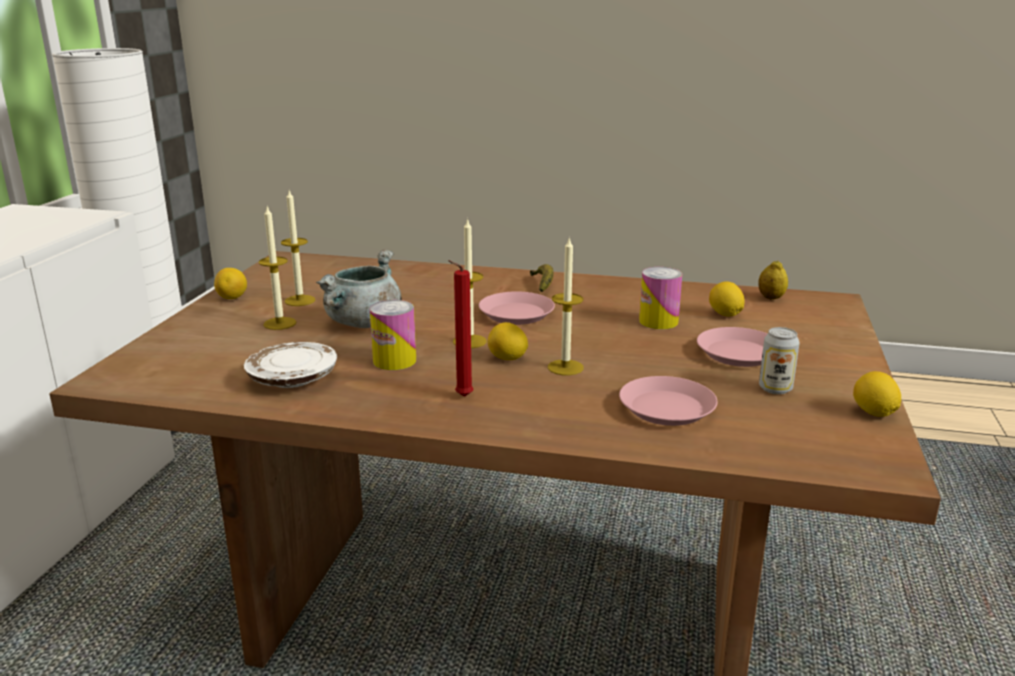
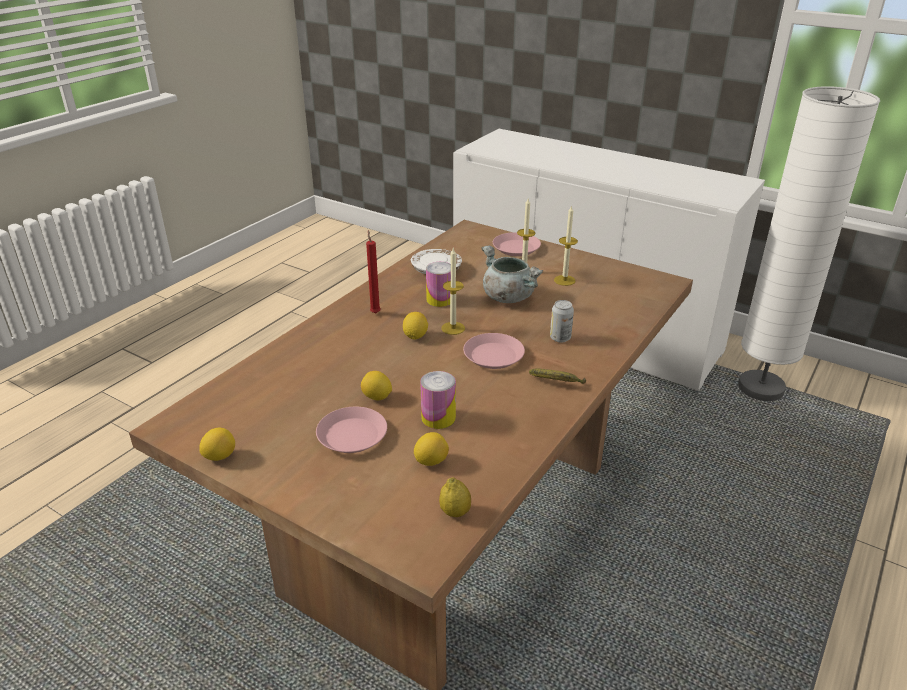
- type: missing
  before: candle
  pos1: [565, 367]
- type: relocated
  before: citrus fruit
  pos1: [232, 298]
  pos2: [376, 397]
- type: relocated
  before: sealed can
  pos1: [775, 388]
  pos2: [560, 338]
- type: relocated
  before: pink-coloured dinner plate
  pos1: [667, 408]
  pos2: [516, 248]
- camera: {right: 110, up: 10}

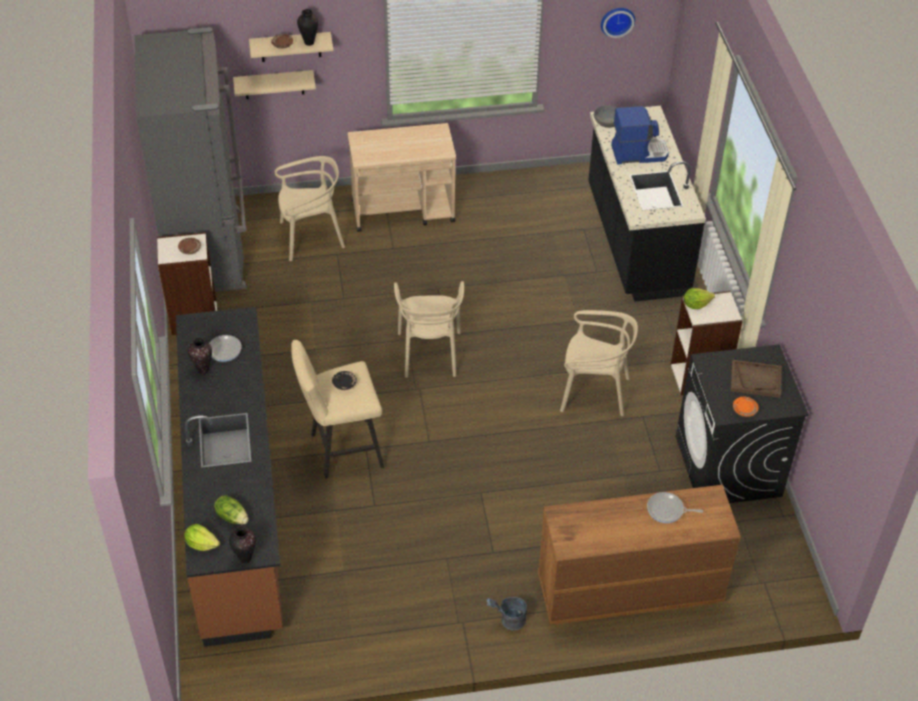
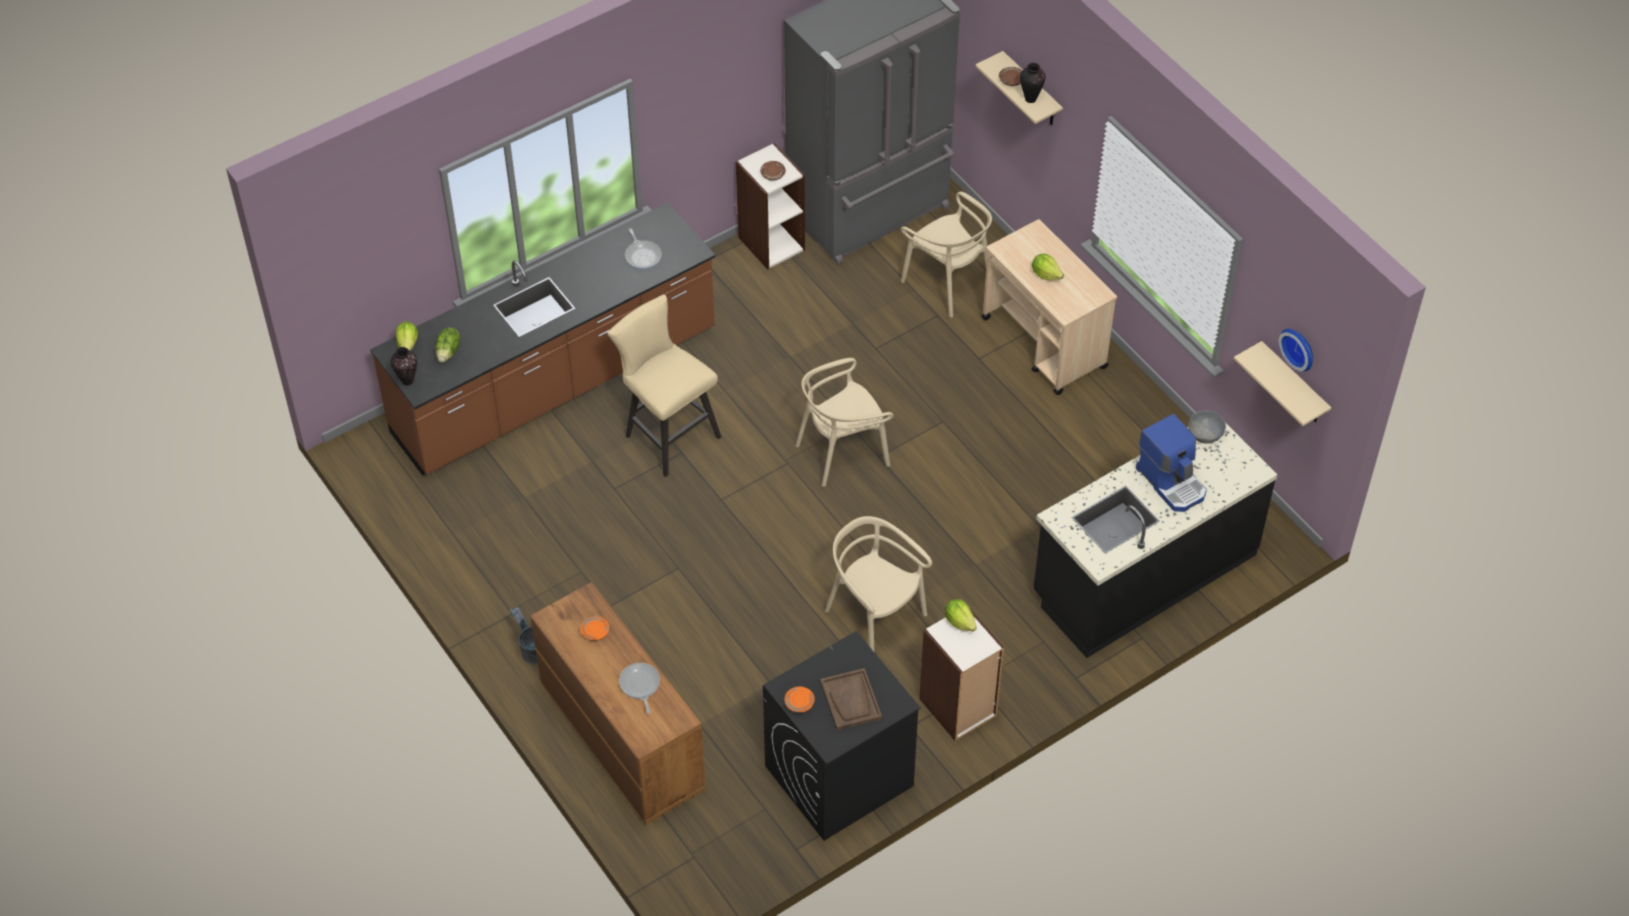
- type: relocated
  before: beige bracket shelf
  pos1: [274, 84]
  pos2: [1293, 385]
- type: spun
  before: beige chair
  pos1: [593, 392]
  pos2: [874, 616]
  turn: 150
- type: missing
  before: vase
  pos1: [203, 370]
- type: missing
  before: blackish dinner plate
  pos1: [344, 383]
- type: appeared
  after: lettuce head
  pos2: [1046, 274]
- type: appeared
  after: orange dinner plate
  pos2: [595, 632]
- camera: {right: 65, up: 5}

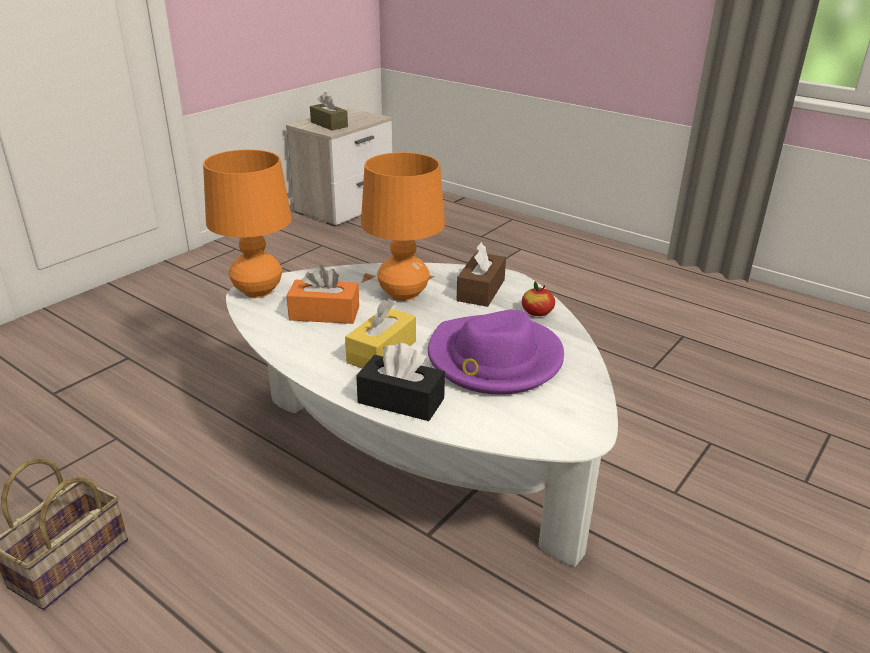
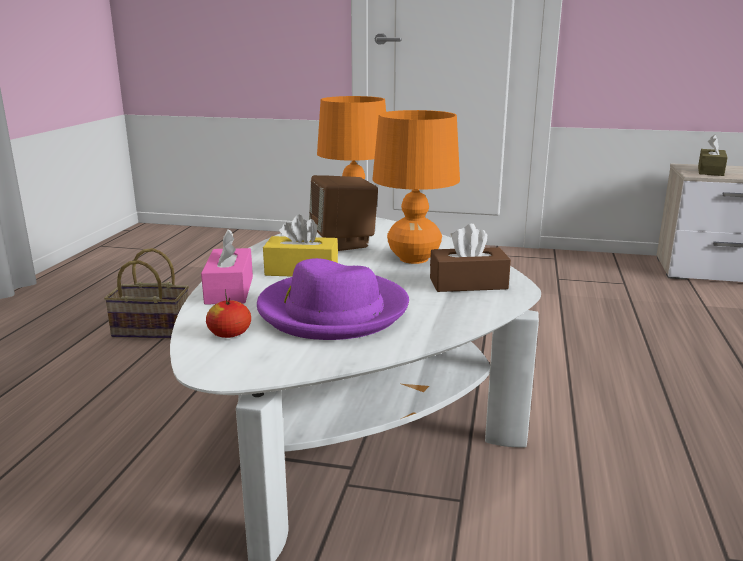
- type: exchanged
  before: orange tissue box
  after: brown-coloured audio speaker
  pos1: [324, 313]
  pos2: [343, 243]
- type: relocated
  before: apple fruit
  pos1: [537, 312]
  pos2: [229, 334]
- type: colour
  before: blackish tissue box
  after: pink-coloured tissue box
  pos1: [401, 401]
  pos2: [229, 290]
- camera: {right: 65, up: -10}

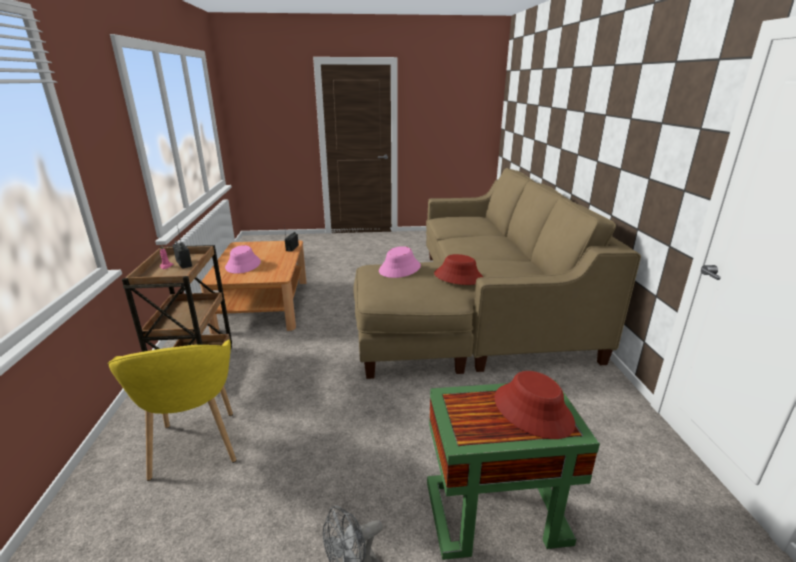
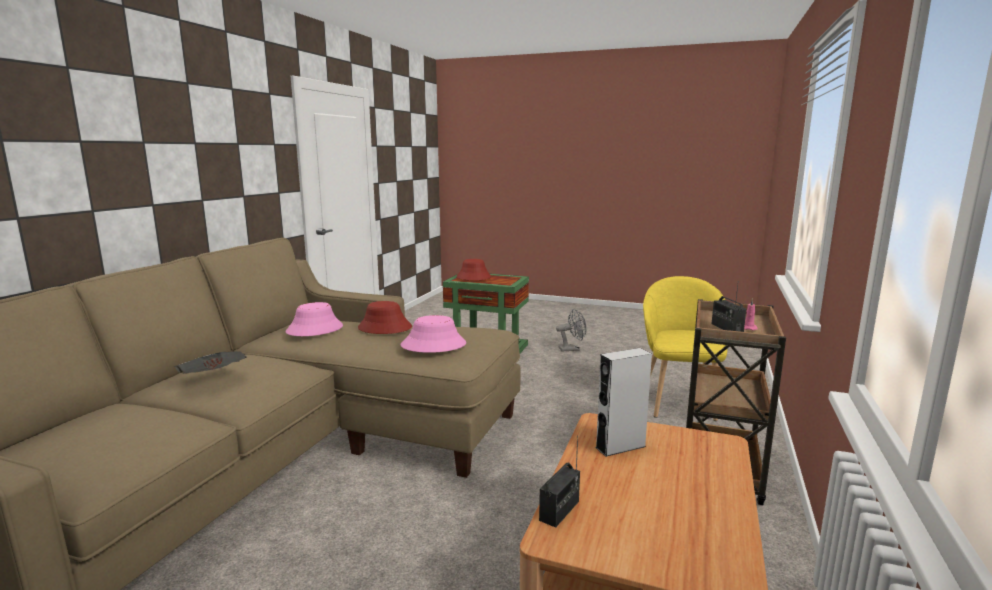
- type: relocated
  before: pink-coloured hat
  pos1: [243, 265]
  pos2: [314, 329]
- type: appeared
  after: greyish audio speaker
  pos2: [620, 447]
- type: appeared
  after: daily paper
  pos2: [213, 380]
- camera: {right: -155, up: -10}

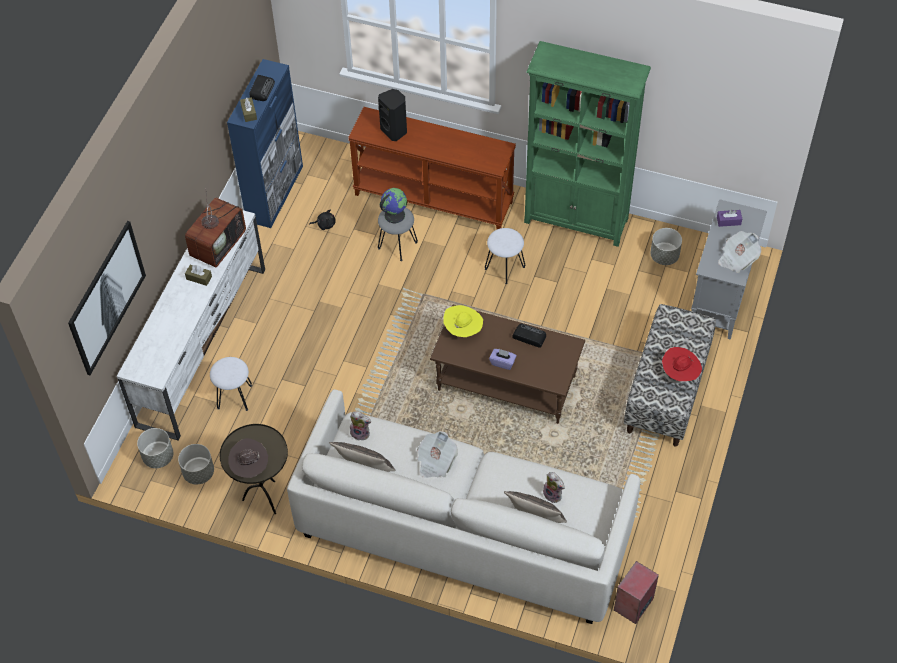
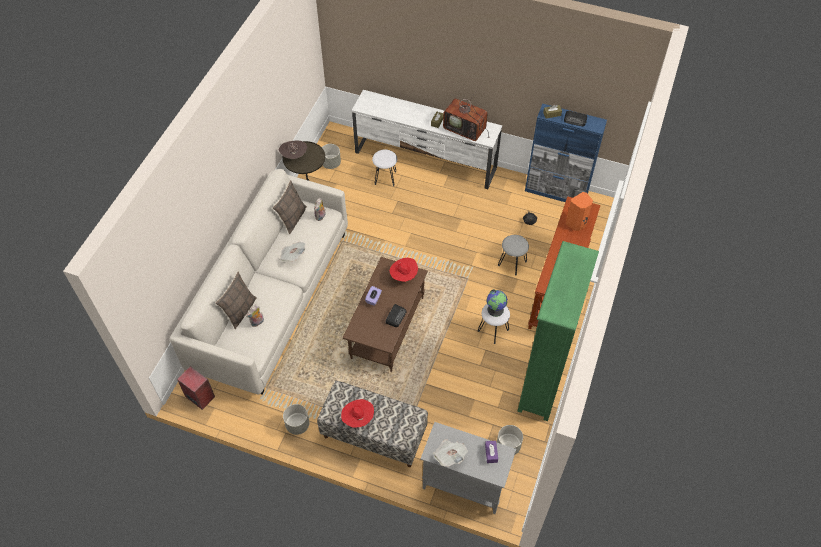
- type: colour
  before: blackish audio speaker
  after: orange audio speaker
  pos1: [395, 131]
  pos2: [576, 224]
- type: relocated
  before: world globe
  pos1: [394, 215]
  pos2: [495, 309]
- type: missing
  before: wall picture
  pos1: [107, 297]
- type: colour
  before: yellowish hat
  after: reddish hat
  pos1: [463, 330]
  pos2: [404, 276]
- type: relocated
  before: greyish plant pot
  pos1: [158, 457]
  pos2: [297, 425]
- camera: {right: 90, up: 0}

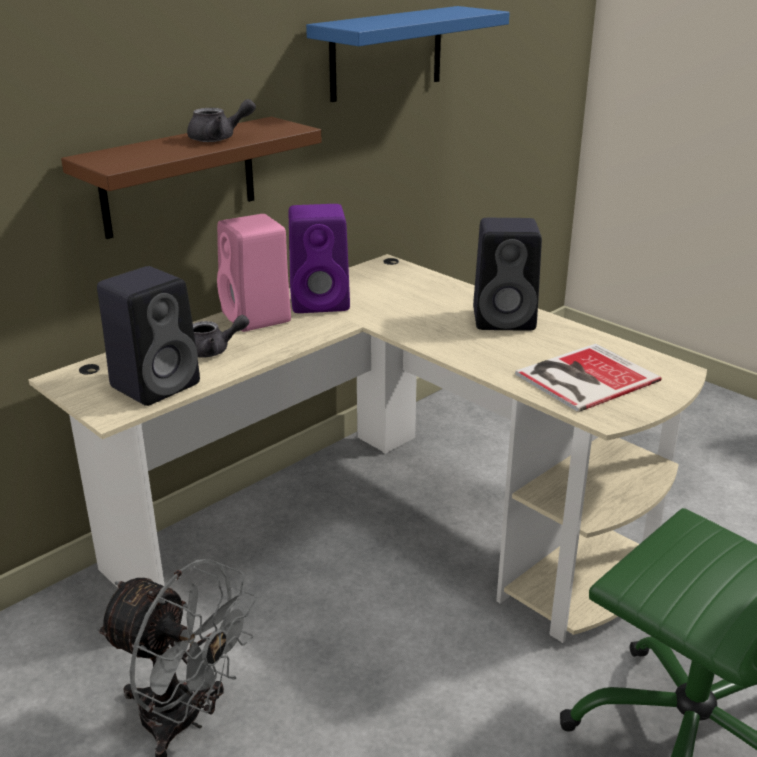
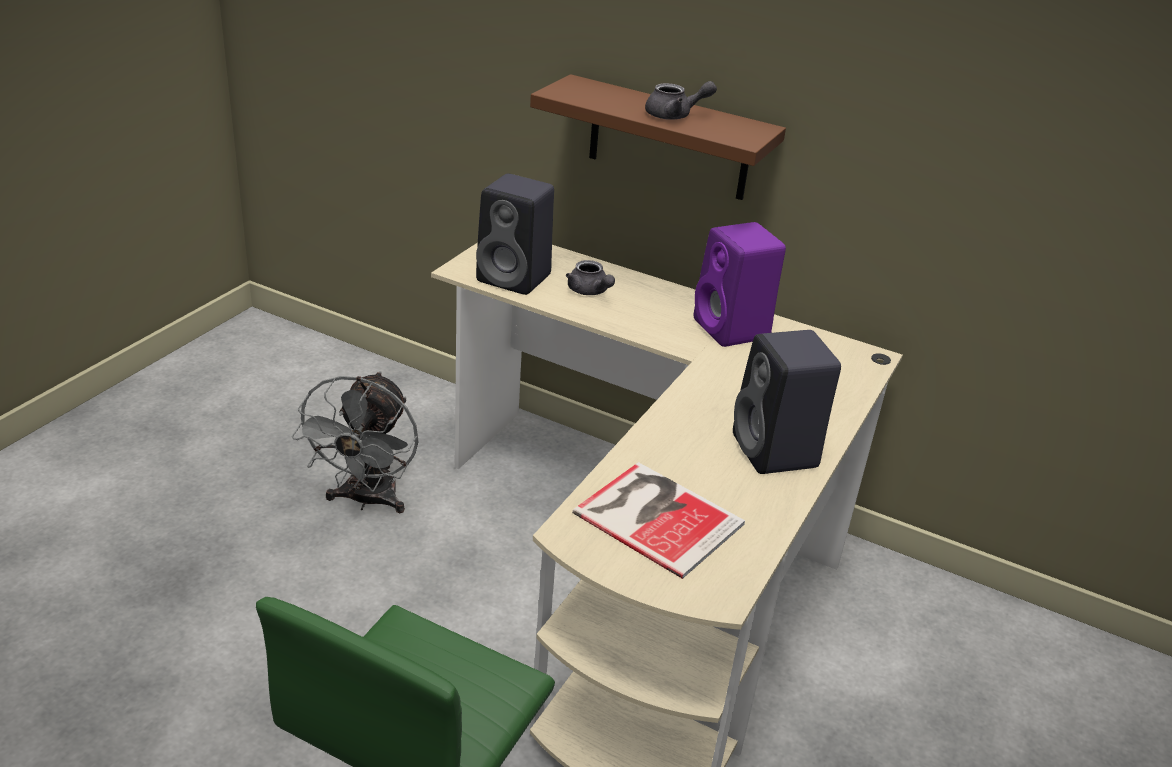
- type: missing
  before: bluish bracket shelf
  pos1: [386, 53]
- type: spun
  before: greyish pot for tea
  pos1: [219, 138]
  pos2: [674, 115]
  turn: -60
- type: missing
  before: pink-coloured audio speaker
  pos1: [257, 318]
- camera: {right: 70, up: 5}

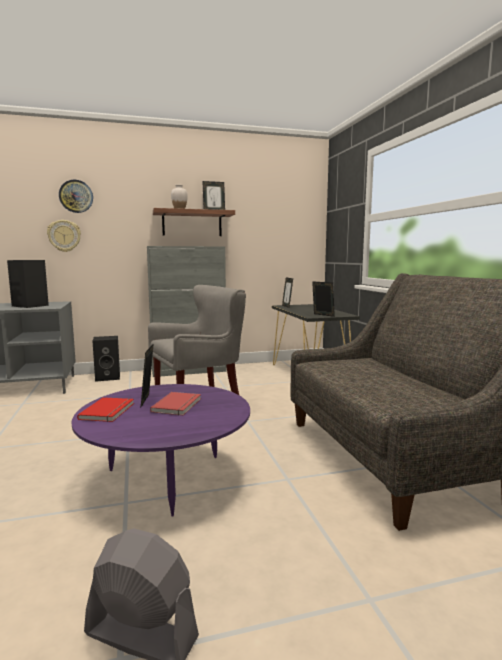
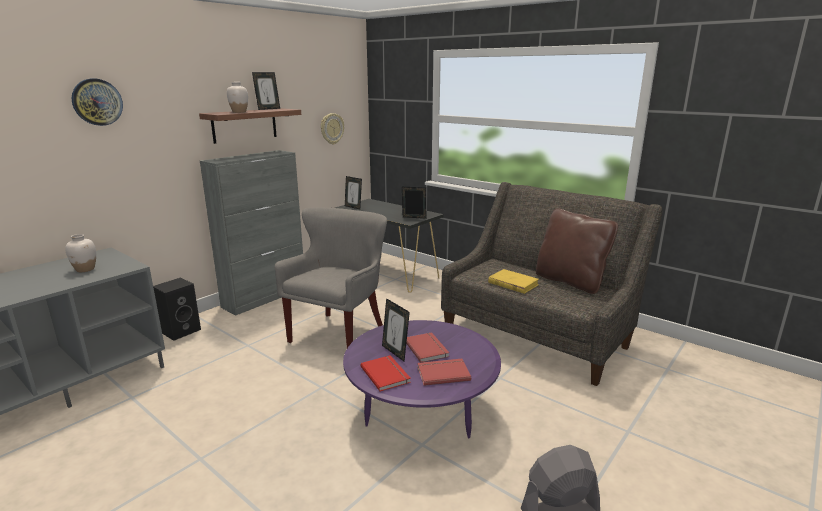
- type: relocated
  before: clock on the wall
  pos1: [64, 236]
  pos2: [331, 128]
- type: exchanged
  before: blackish audio speaker
  after: whitish vase
  pos1: [30, 306]
  pos2: [85, 269]
- type: appeared
  after: brown-coloured pillow
  pos2: [570, 281]
- type: appeared
  after: yellowish book
  pos2: [513, 284]
- type: appeared
  after: reddish book
  pos2: [442, 373]
- camera: {right: -35, up: 10}

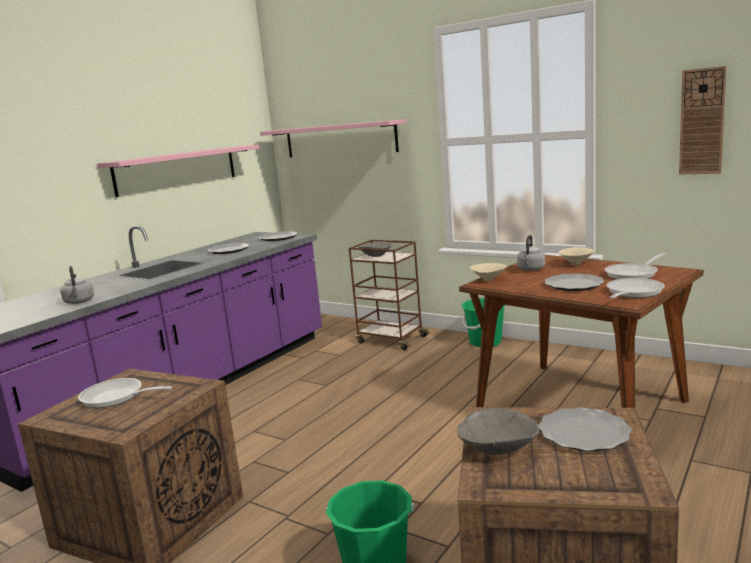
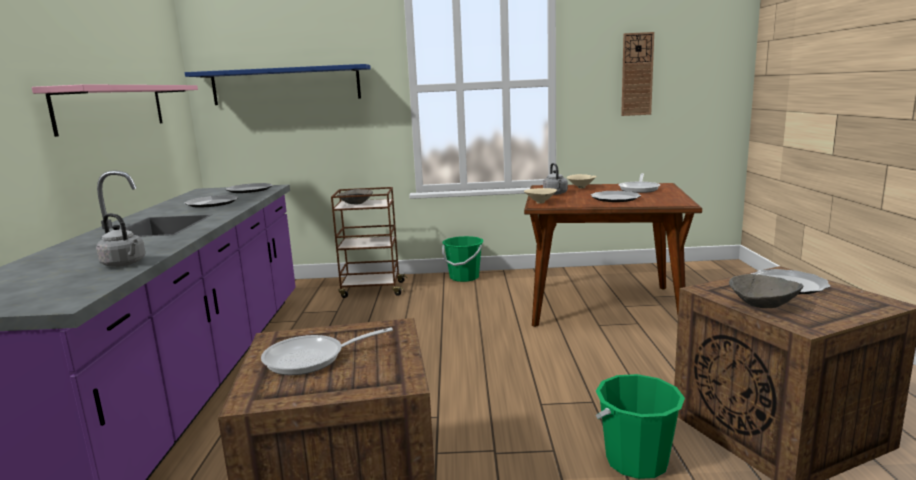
- type: colour
  before: pink-coloured bracket shelf
  after: bluish bracket shelf
  pos1: [339, 139]
  pos2: [286, 85]
- type: missing
  before: pan
  pos1: [632, 293]
- camera: {right: -35, up: 0}

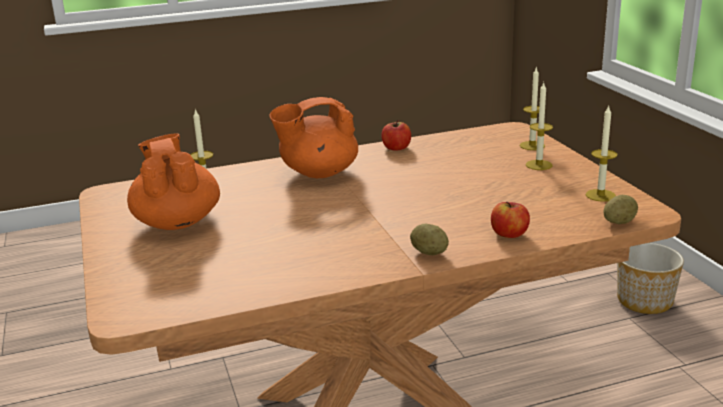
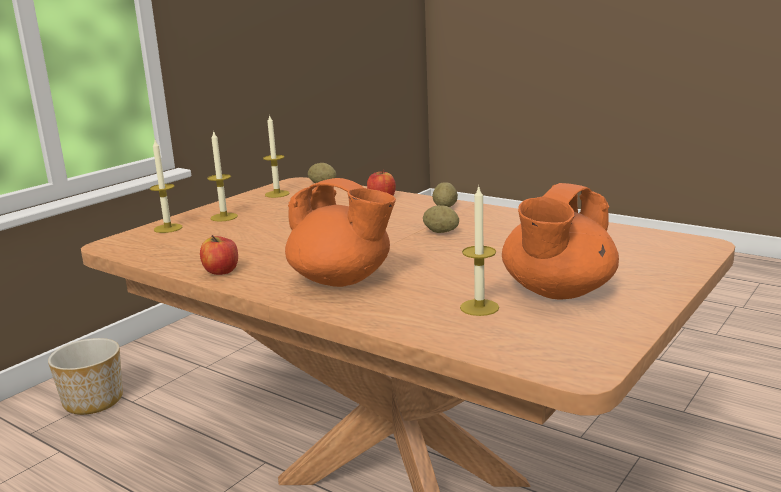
- type: appeared
  after: whole potato
  pos2: [441, 232]
- camera: {right: -125, up: -5}

